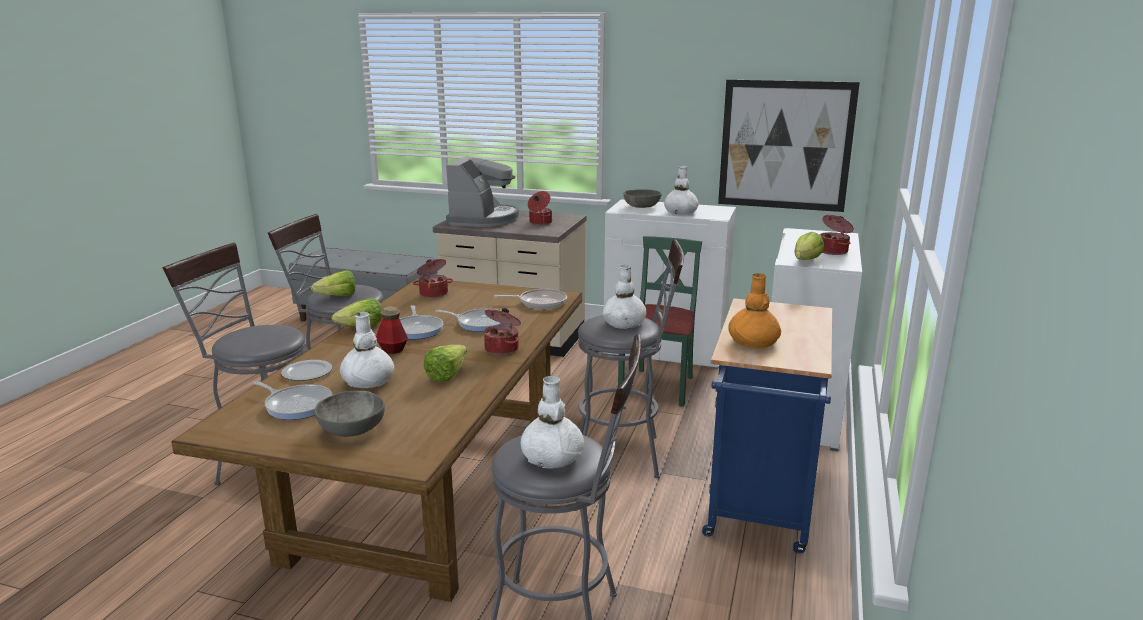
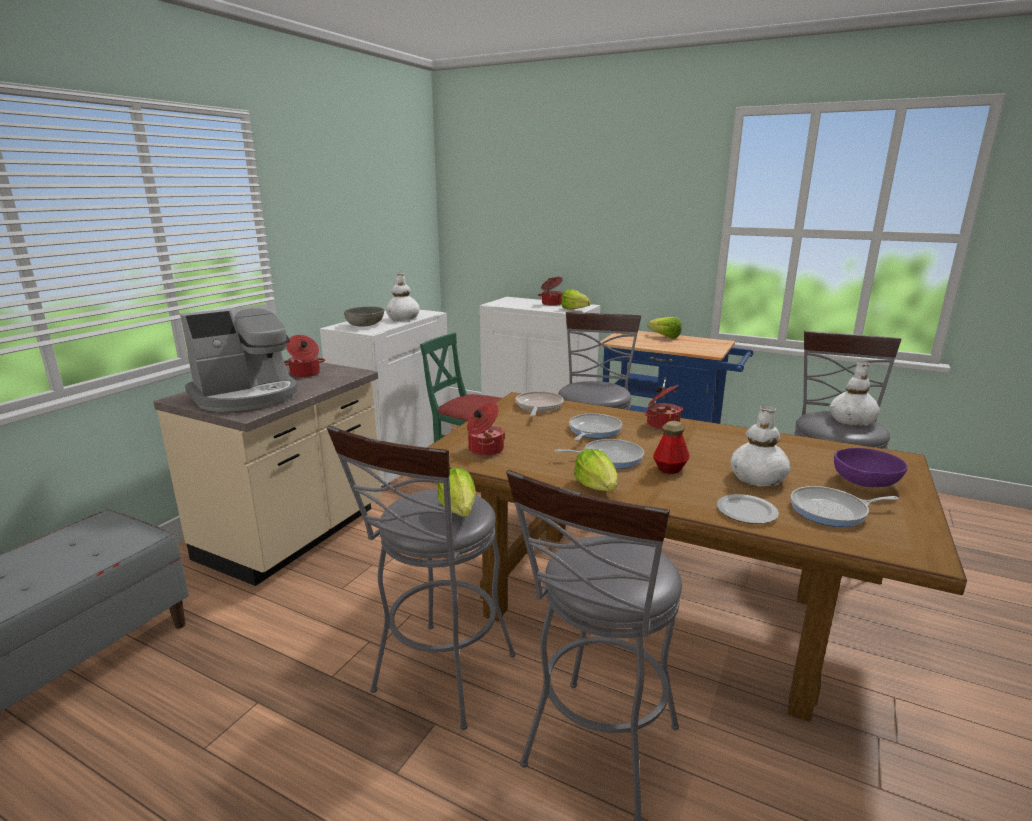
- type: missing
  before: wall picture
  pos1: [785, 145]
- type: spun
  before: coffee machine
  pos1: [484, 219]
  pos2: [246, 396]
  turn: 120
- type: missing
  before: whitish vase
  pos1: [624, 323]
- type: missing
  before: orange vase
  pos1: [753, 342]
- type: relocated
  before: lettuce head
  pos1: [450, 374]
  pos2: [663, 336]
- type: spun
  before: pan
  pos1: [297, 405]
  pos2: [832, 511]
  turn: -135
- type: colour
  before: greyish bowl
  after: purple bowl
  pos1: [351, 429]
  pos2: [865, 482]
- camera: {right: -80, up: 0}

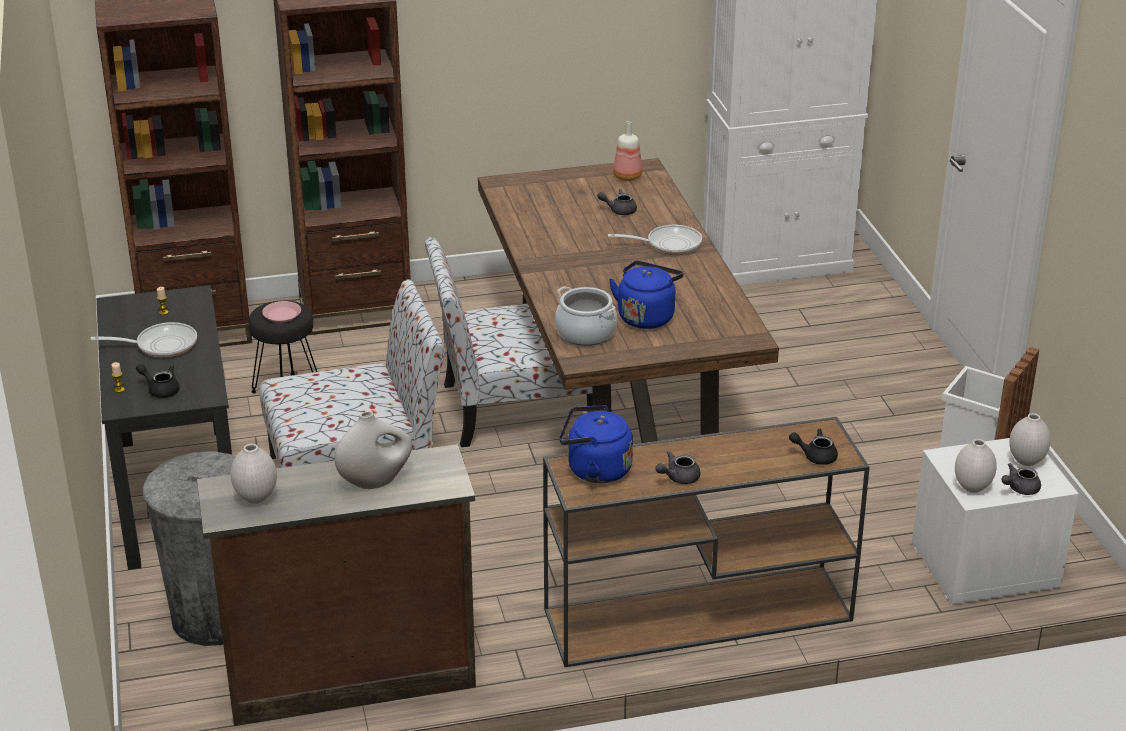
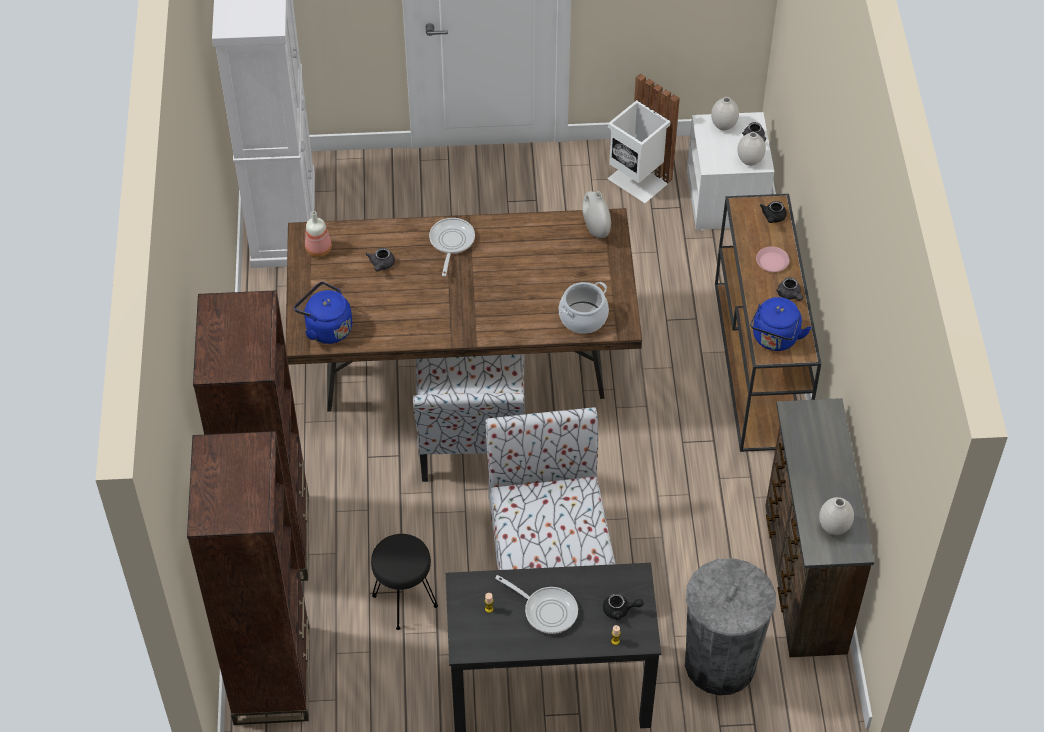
- type: relocated
  before: bluish water kettle
  pos1: [647, 316]
  pos2: [326, 328]
- type: relocated
  before: pink-coloured dinner plate
  pos1: [282, 315]
  pos2: [772, 262]
- type: spun
  before: pan
  pos1: [161, 345]
  pos2: [546, 610]
  turn: 120
- type: spun
  before: blackish pot for tea
  pos1: [160, 389]
  pos2: [620, 610]
  turn: -120
- type: relocated
  before: whitish vase
  pos1: [375, 481]
  pos2: [595, 228]
- camera: {right: -80, up: 20}

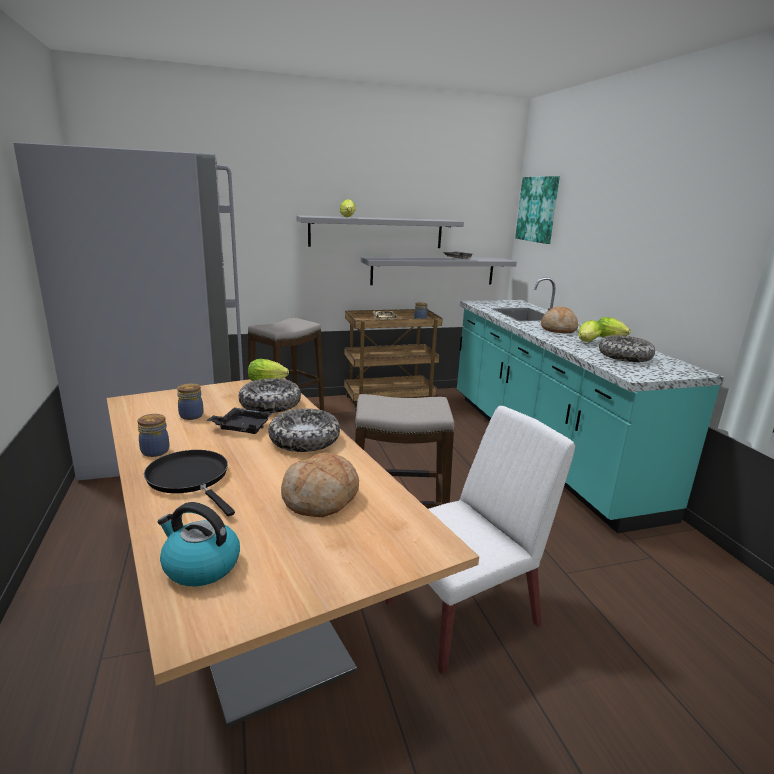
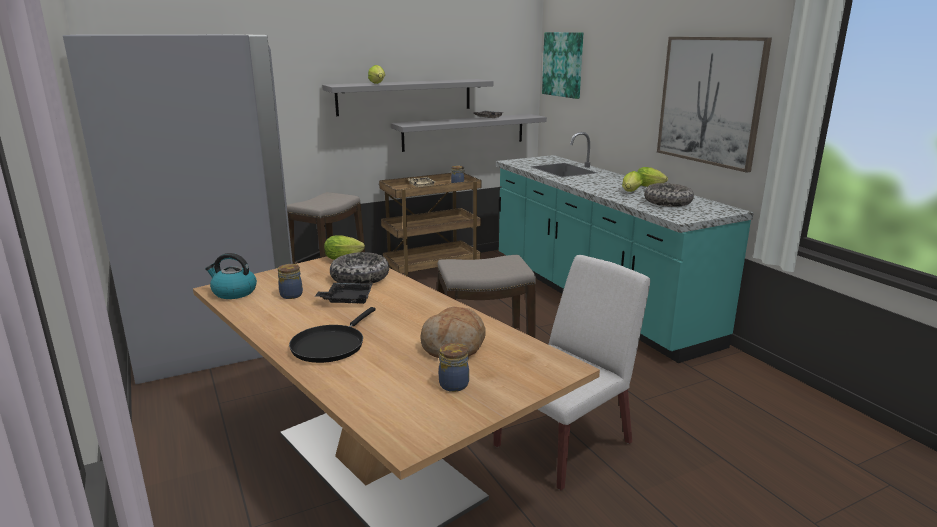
- type: missing
  before: bakery bread
  pos1: [558, 329]
- type: missing
  before: bowl
  pos1: [304, 440]
- type: relocated
  before: jar
  pos1: [155, 451]
  pos2: [453, 384]
- type: spun
  before: blackish pan
  pos1: [190, 479]
  pos2: [330, 345]
  turn: -105
- type: relocated
  before: water kettle
  pos1: [200, 566]
  pos2: [233, 292]
- type: appeared
  after: wall picture
  pos2: [710, 101]
- camera: {right: -10, up: 0}

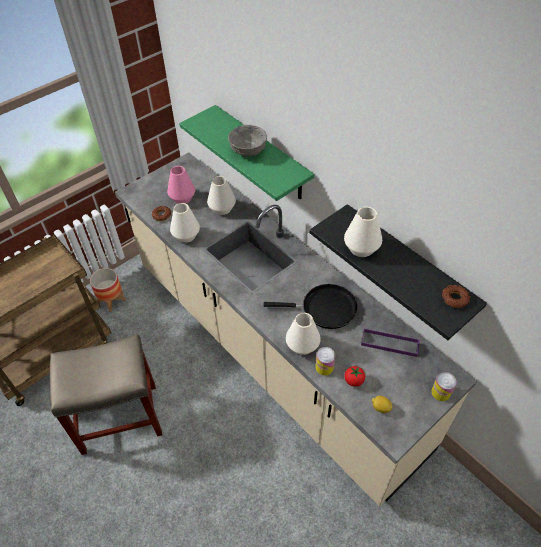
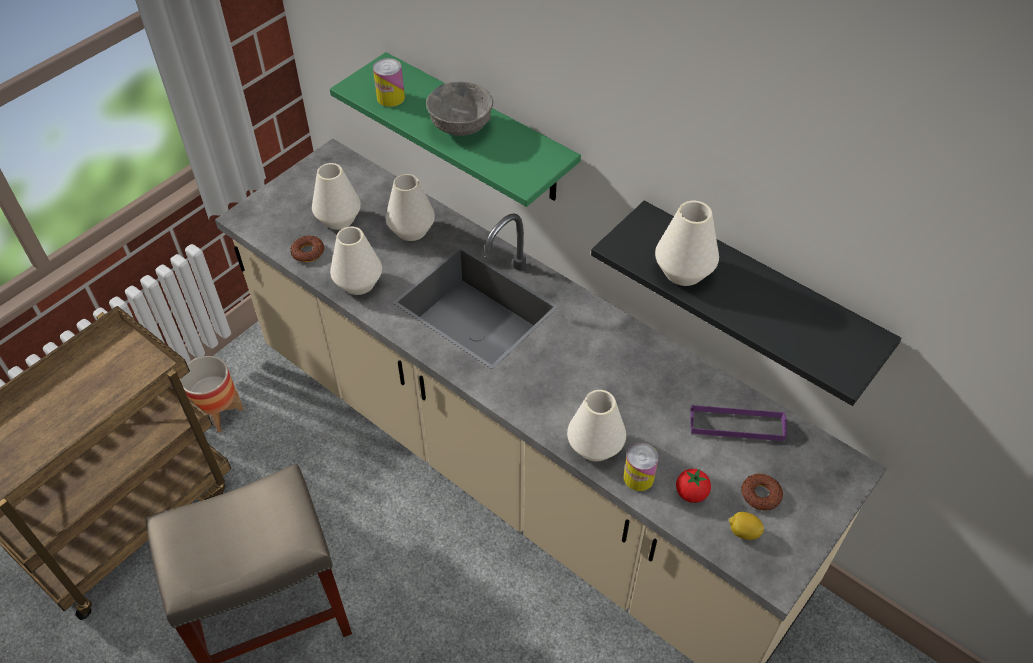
- type: colour
  before: pink-coloured vase
  after: whitish vase
  pos1: [182, 198]
  pos2: [339, 219]
- type: missing
  before: blackish pan
  pos1: [324, 308]
- type: relocated
  before: doughnut
  pos1: [454, 298]
  pos2: [760, 494]
- type: relocated
  before: sealed can
  pos1: [440, 392]
  pos2: [390, 98]
- camera: {right: -10, up: 0}

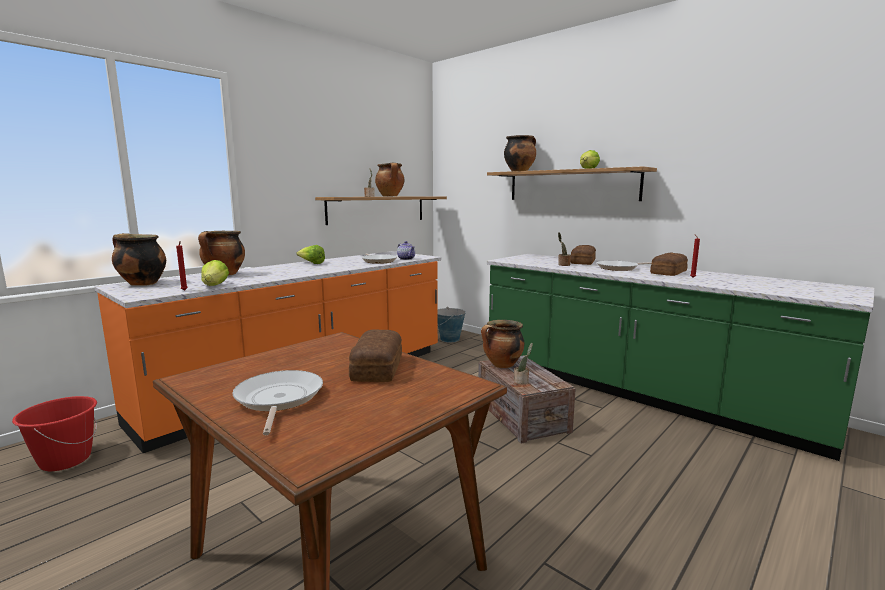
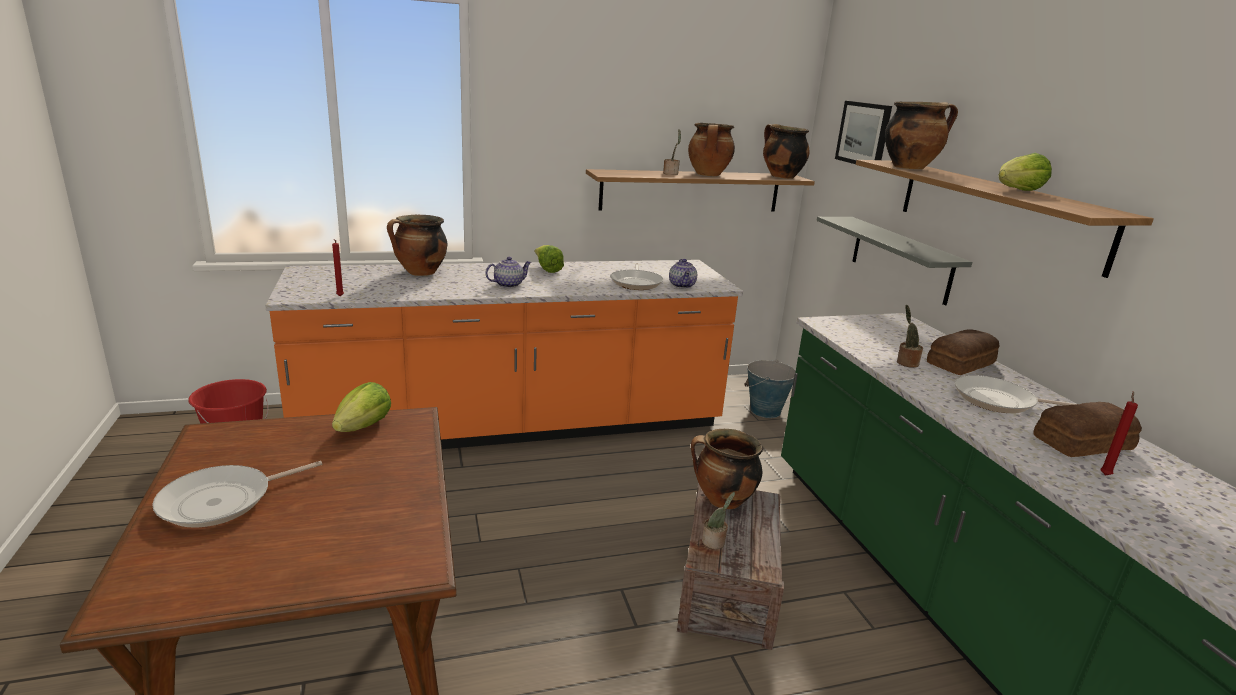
- type: relocated
  before: stockpot
  pos1: [141, 284]
  pos2: [781, 176]
- type: relocated
  before: lettuce head
  pos1: [215, 286]
  pos2: [364, 427]
- type: missing
  before: bakery bread
  pos1: [375, 368]
- type: spun
  before: pan
  pos1: [278, 399]
  pos2: [223, 501]
  turn: -150
- type: appeared
  after: wall picture
  pos2: [863, 134]
- type: appeared
  after: greyish bracket shelf
  pos2: [900, 259]
- type: appeared
  after: pot for tea
  pos2: [508, 284]
- camera: {right: 30, up: 10}

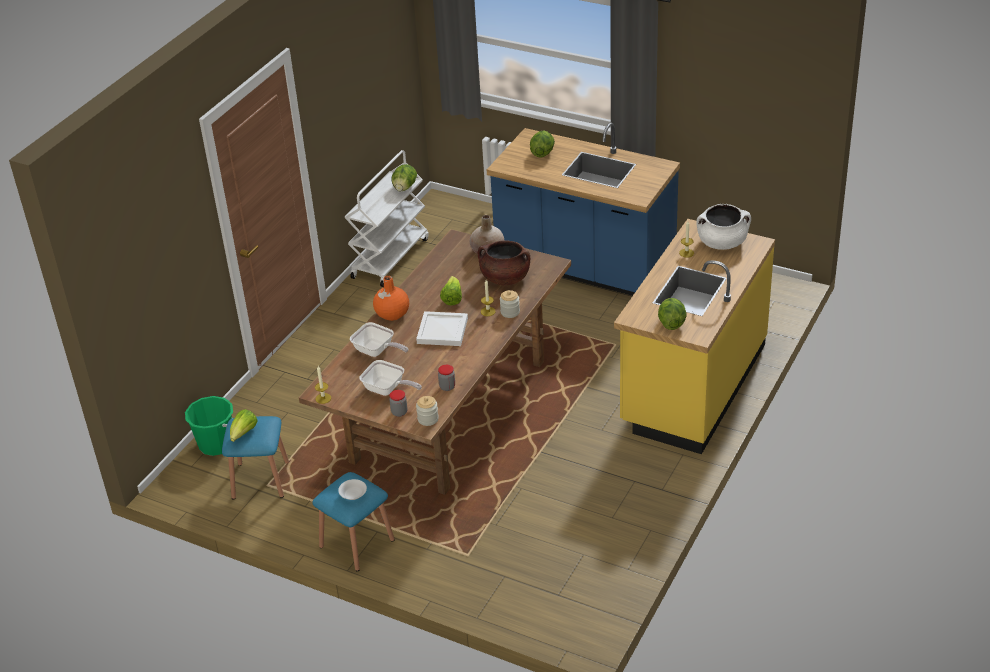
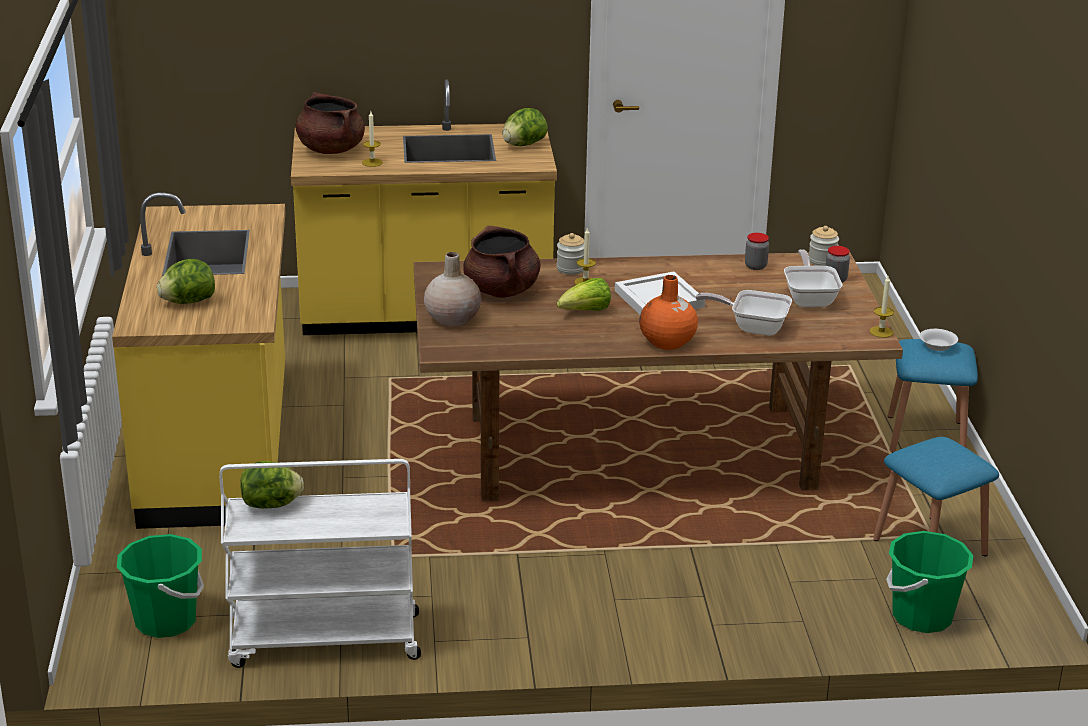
- type: colour
  before: bluish kitchen counter
  after: yellowish kitchen counter
  pos1: [584, 267]
  pos2: [219, 449]
- type: colour
  before: whitish stockpot
  after: brown-coloured stockpot
  pos1: [722, 243]
  pos2: [330, 149]
- type: spun
  before: pan
  pos1: [377, 351]
  pos2: [752, 327]
  turn: -75
- type: missing
  before: lettuce head
  pos1: [244, 434]
- type: appeared
  after: greenish bucket
  pos2: [166, 621]
- camera: {right: -125, up: -10}

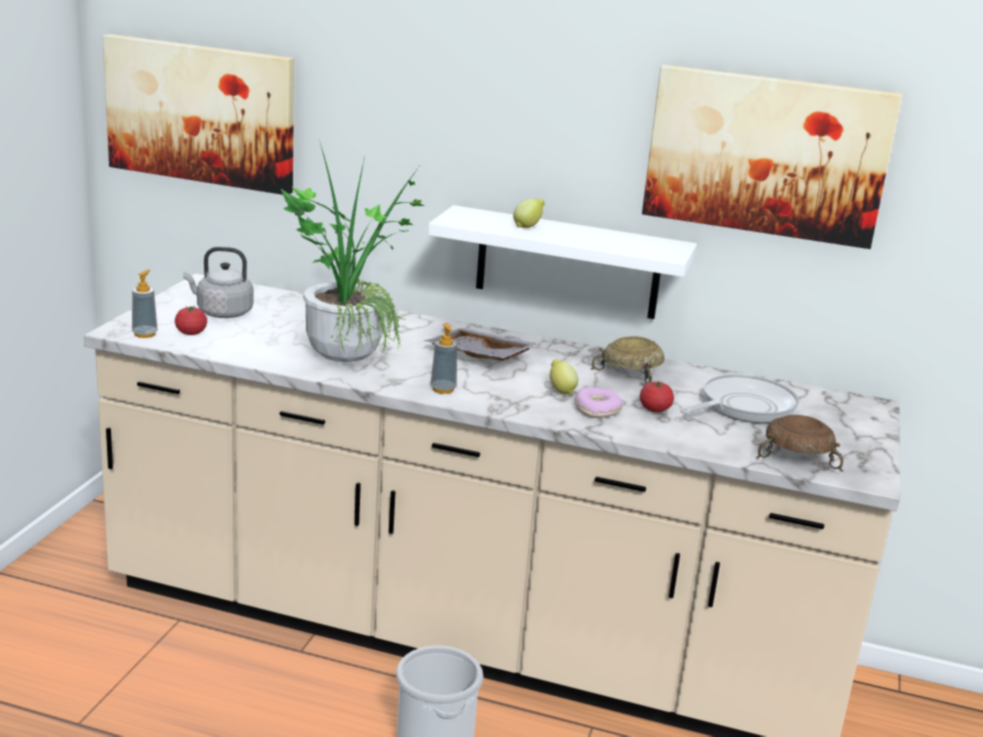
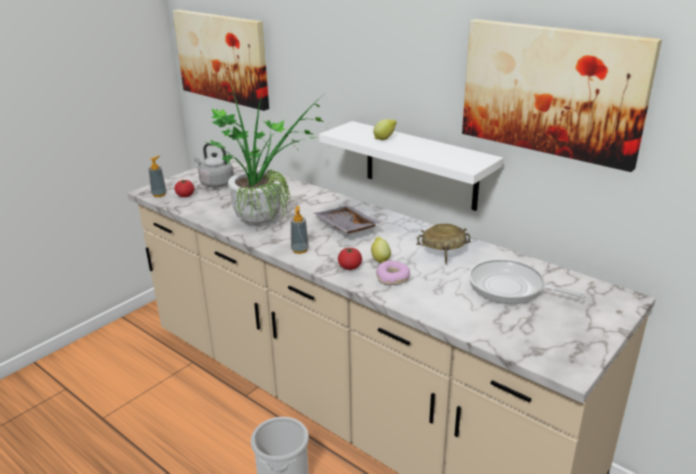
- type: spun
  before: pan
  pos1: [743, 406]
  pos2: [510, 288]
  turn: -135
- type: relocated
  before: fresh tomato
  pos1: [654, 409]
  pos2: [350, 267]
- type: missing
  before: brown-coloured bowl
  pos1: [797, 459]
- camera: {right: 25, up: 5}

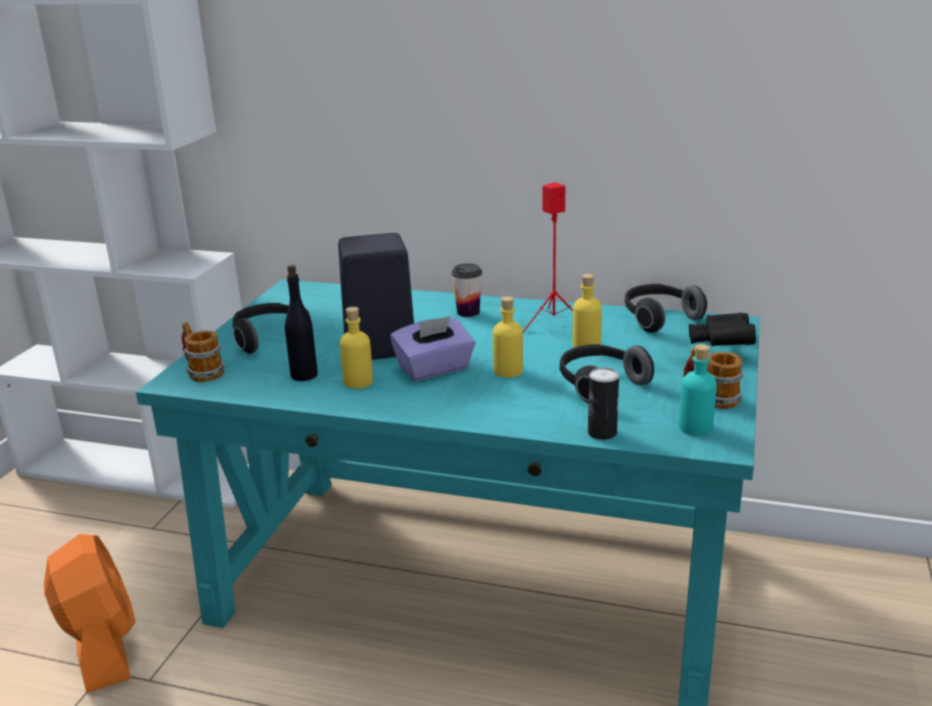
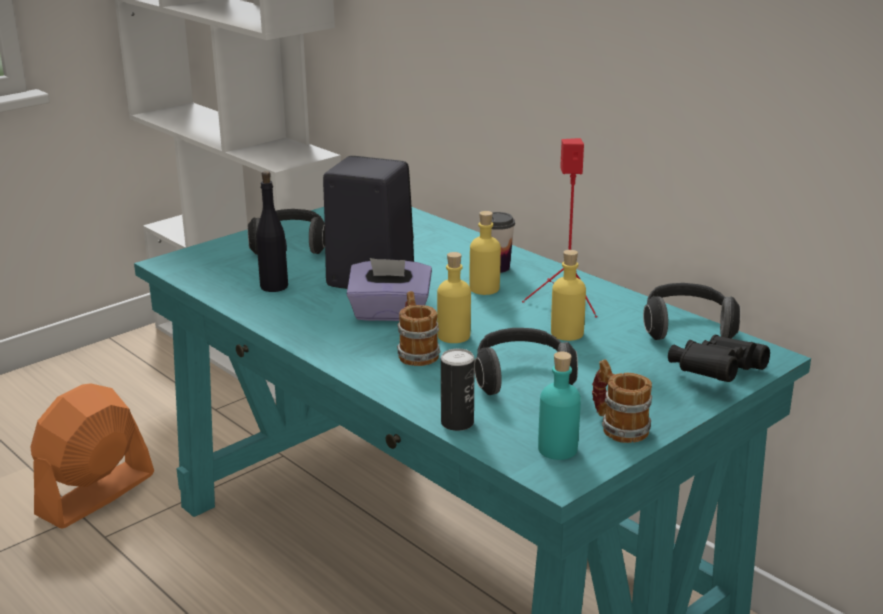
- type: relocated
  before: yellowish beverage bottle
  pos1: [358, 382]
  pos2: [484, 288]
- type: relocated
  before: mug
  pos1: [202, 372]
  pos2: [416, 352]
- type: spun
  before: orange cooling fan
  pos1: [102, 646]
  pos2: [95, 495]
  turn: -150
- camera: {right: 30, up: 0}

